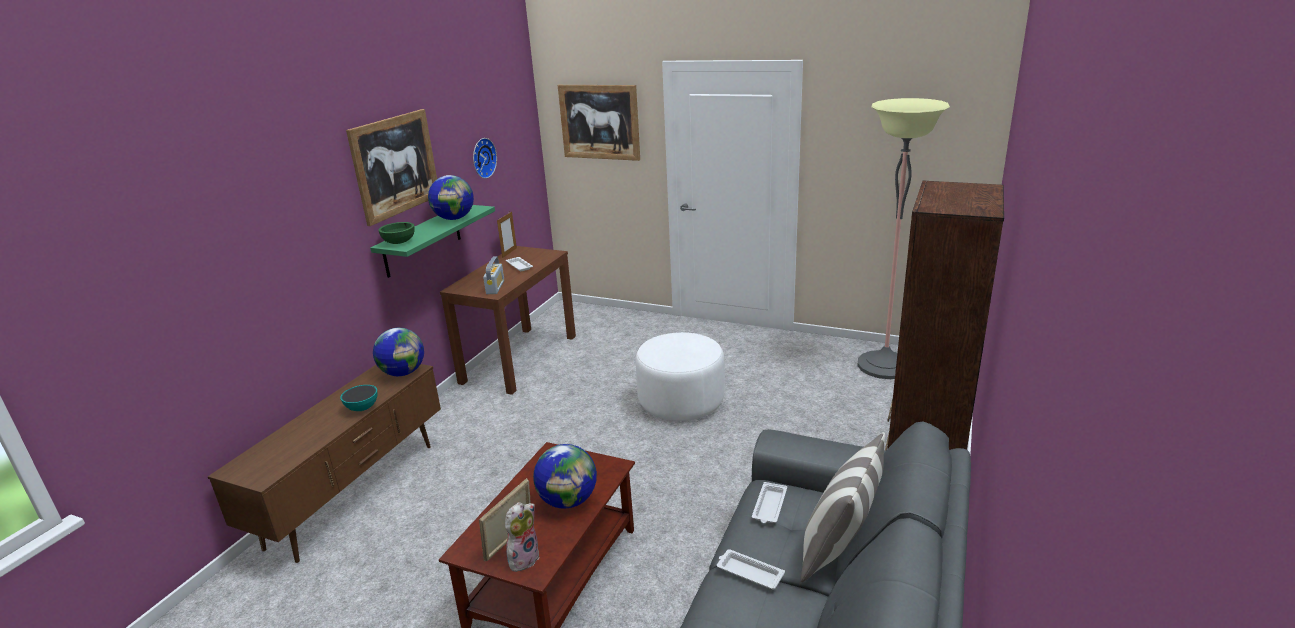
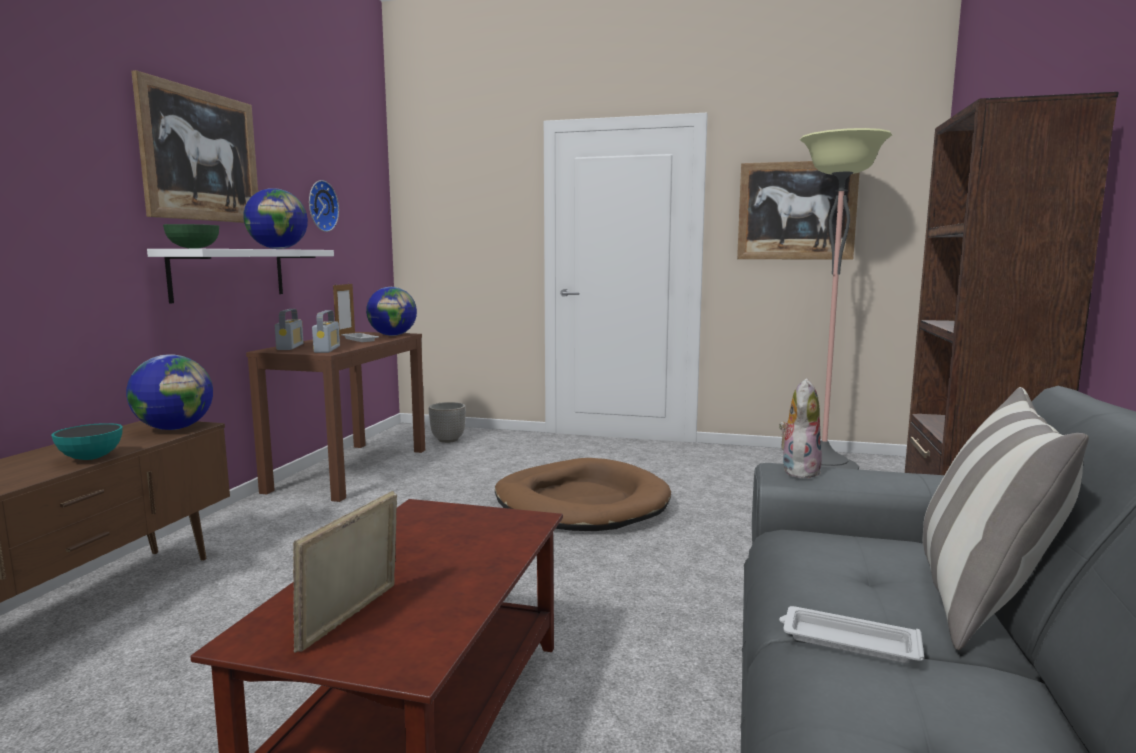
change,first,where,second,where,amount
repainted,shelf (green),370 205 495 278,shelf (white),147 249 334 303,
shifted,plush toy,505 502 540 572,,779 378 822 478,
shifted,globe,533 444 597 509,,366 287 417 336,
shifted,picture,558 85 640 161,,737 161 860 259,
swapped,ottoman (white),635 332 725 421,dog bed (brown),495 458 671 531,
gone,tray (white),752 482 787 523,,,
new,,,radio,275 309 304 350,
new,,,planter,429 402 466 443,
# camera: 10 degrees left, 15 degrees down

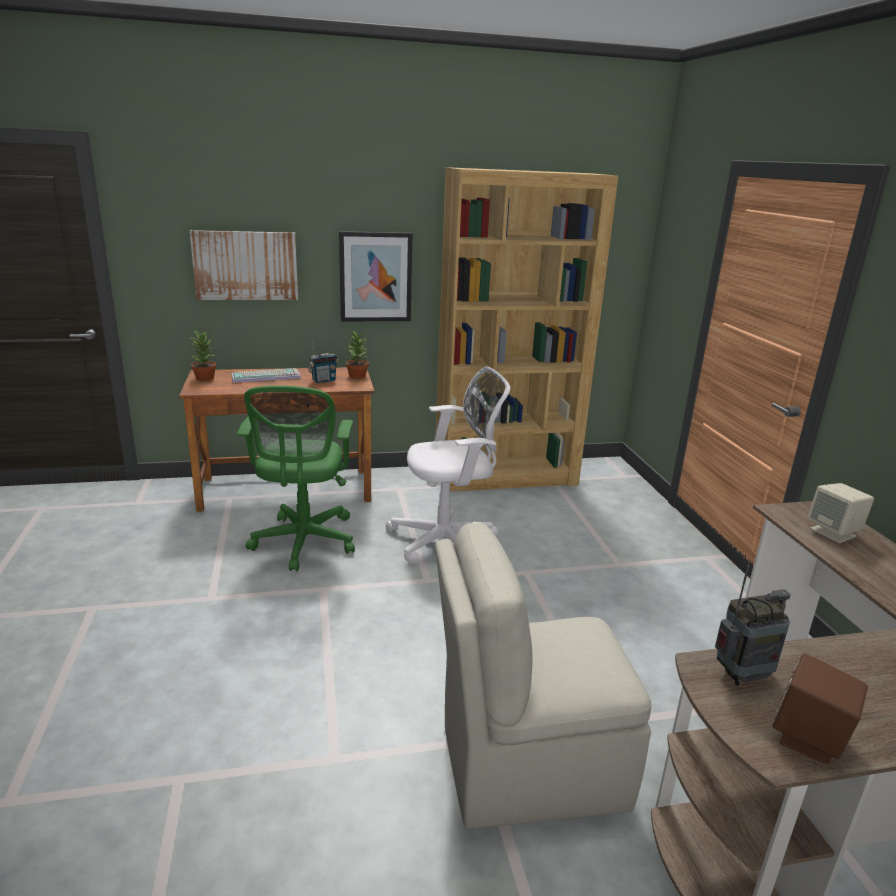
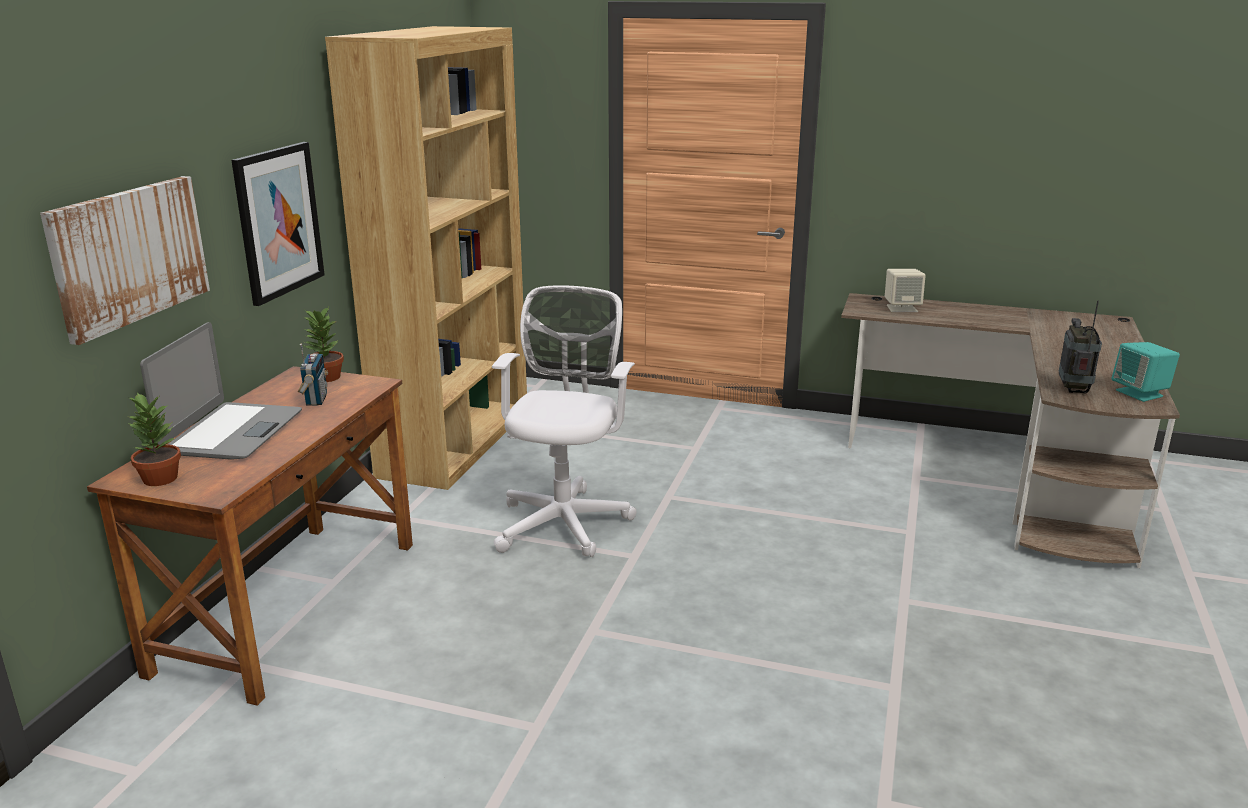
change,first,where,second,where,amount
swapped,keyboard,231 368 301 383,laptop,140 322 302 460,
gone,office chair (green),237 385 355 571,,,
gone,chair (beige),435 522 652 829,,,
repainted,speaker (brown),773 654 868 764,speaker (turquoise),1112 342 1180 402,
# camera: 60 degrees left, 0 degrees up

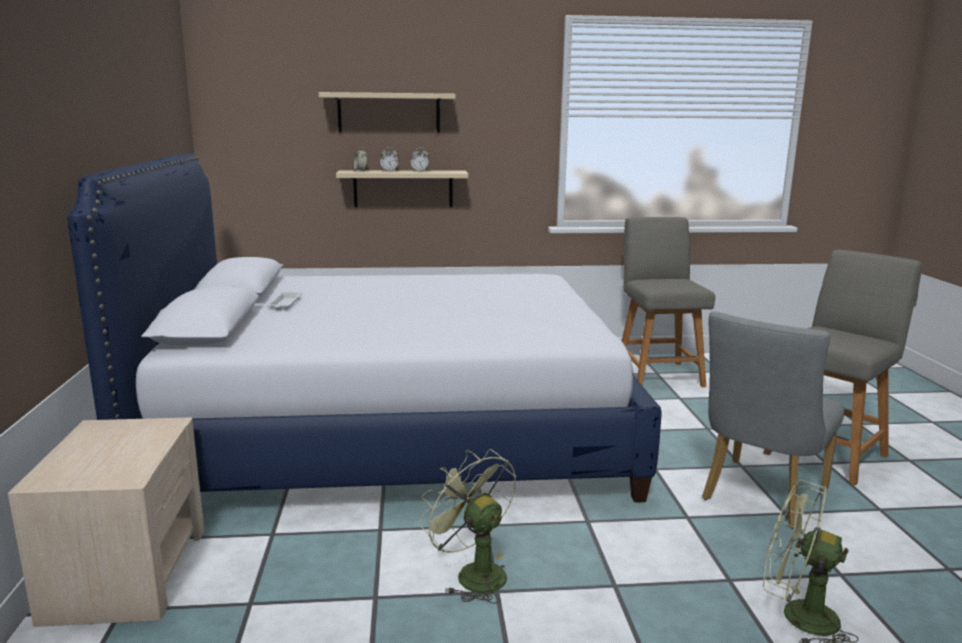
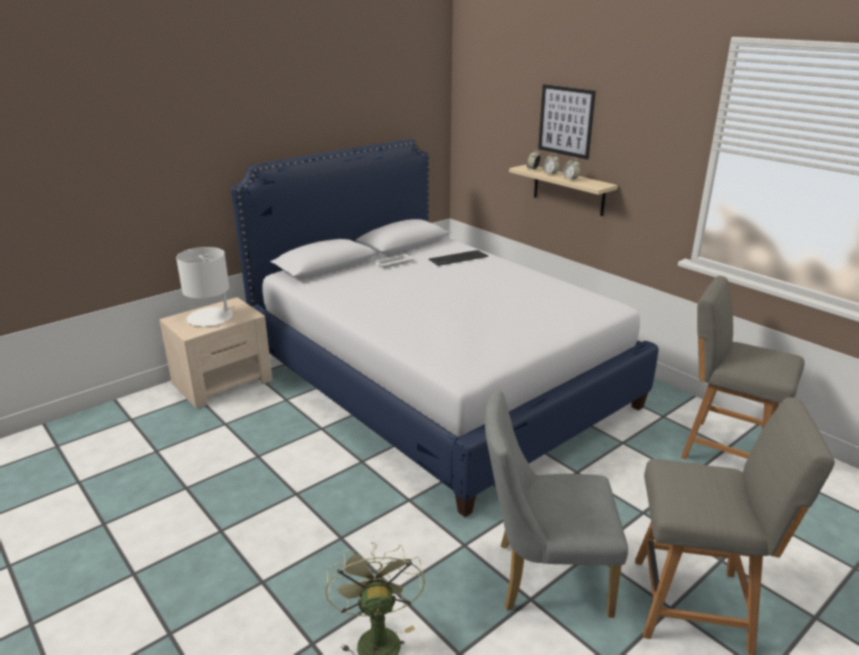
change,first,where,second,where,amount
swapped,shelf (beige),319 92 456 133,picture,538 84 596 160,
gone,fan (green),419 449 516 604,,,
rotated,chair (grey),622 217 715 387,,681 276 804 460,105 degrees counterclockwise
new,,,table lamp (white),176 247 235 327,
new,,,keyboard,428 250 488 266,
# camera: 55 degrees right, 10 degrees up

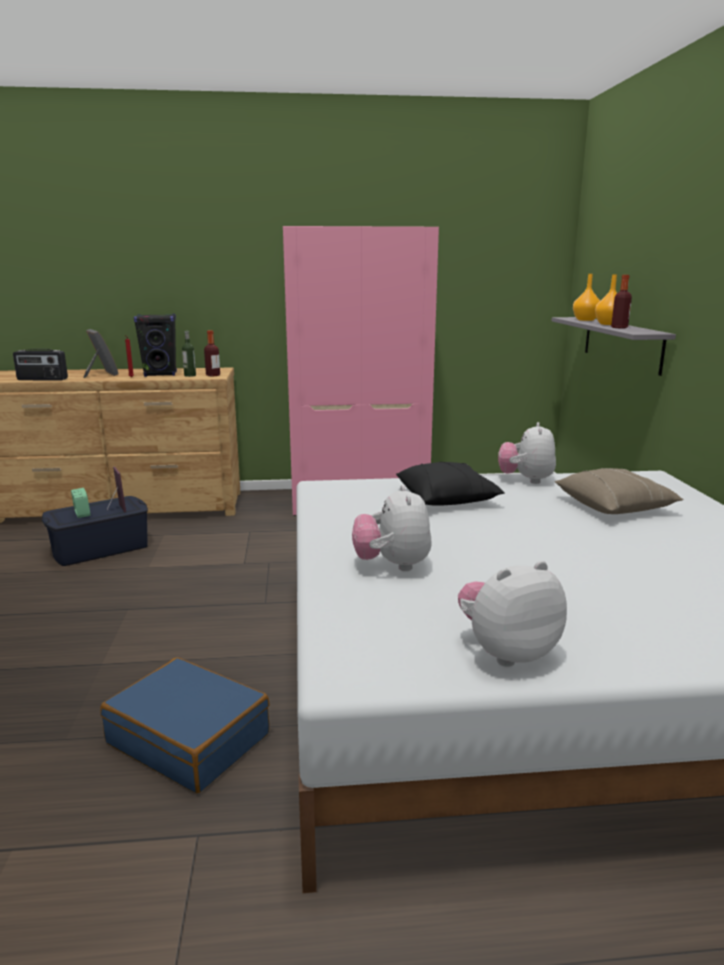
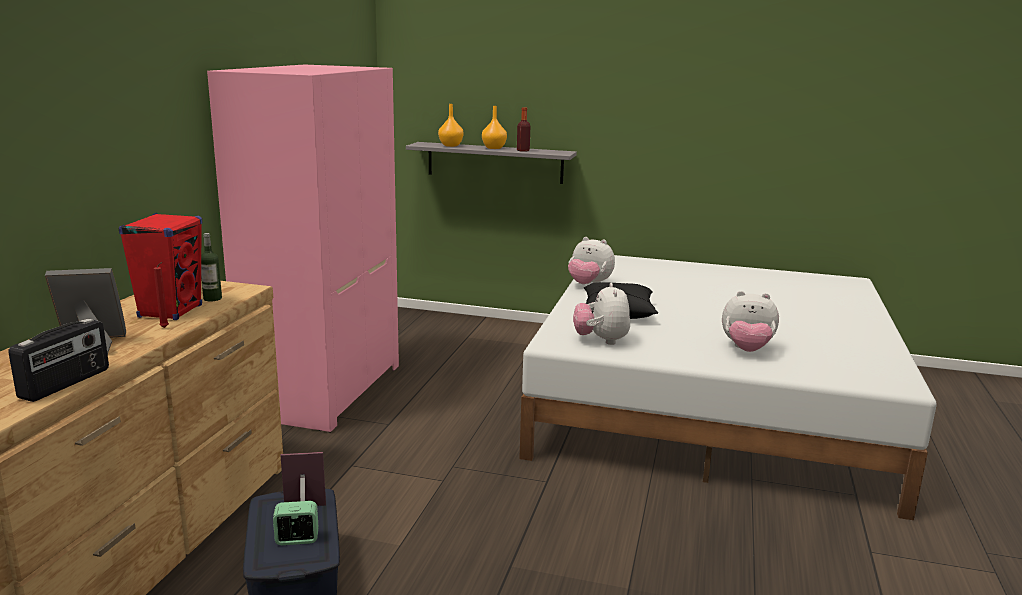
change,first,where,second,where,amount
gone,suitcase (blue),100 657 270 793,,,
repainted,speaker (black),134 314 177 377,speaker (red),119 213 202 320,
gone,bottle,204 330 220 376,,,
shifted,plush toy,458 561 567 667,,573 283 630 345,
gone,pillow (beige),555 468 684 514,,,
# camera: 70 degrees left, 0 degrees up

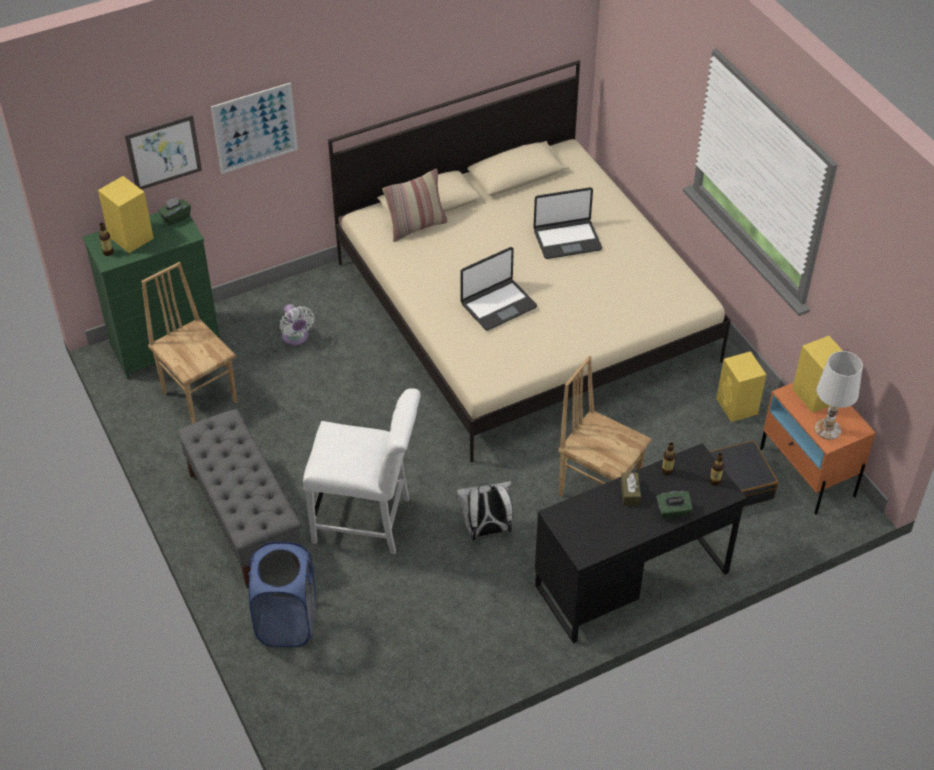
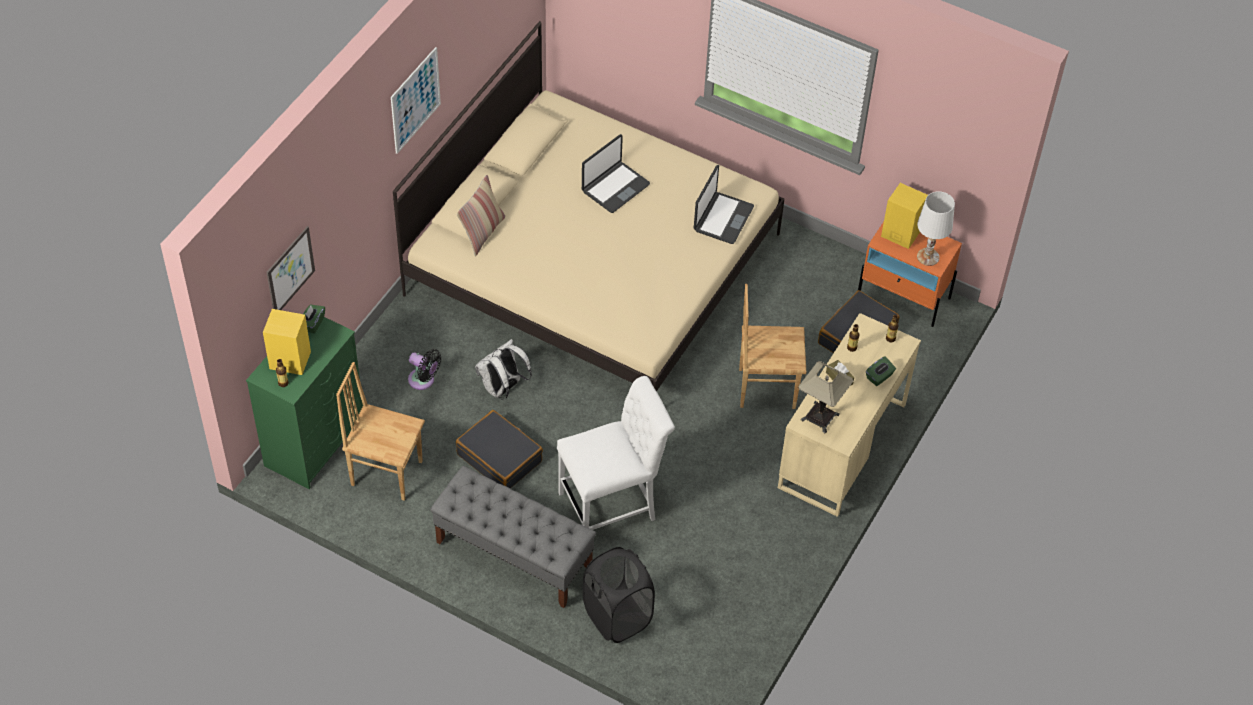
change,first,where,second,where,amount
shifted,picture,211 82 298 174,,391 47 441 154,
repainted,laundry basket (blue),249 542 316 647,laundry basket (black),583 547 655 643,
repainted,fan (white),280 304 314 346,fan (black),408 349 441 390,
shifted,backpack (white),456 481 513 540,,475 339 532 400,
shifted,laptop,460 247 537 331,,694 165 754 244,
repainted,desk (black),535 443 747 643,desk (beige),778 313 921 517,
gone,speaker (yellow),717 351 766 422,,,
new,,,suitcase (black),456 410 543 489,
new,,,table lamp,798 361 854 434,
# camera: 35 degrees left, 5 degrees up

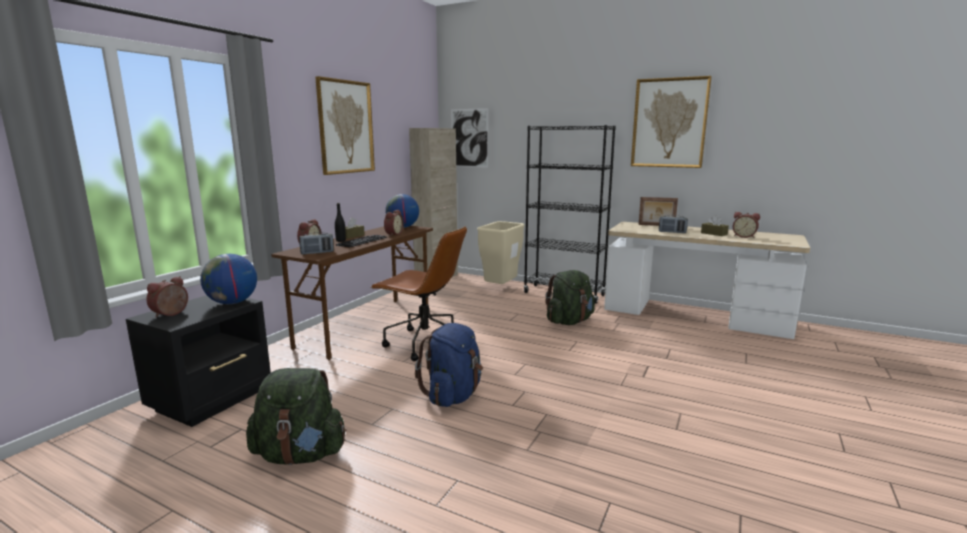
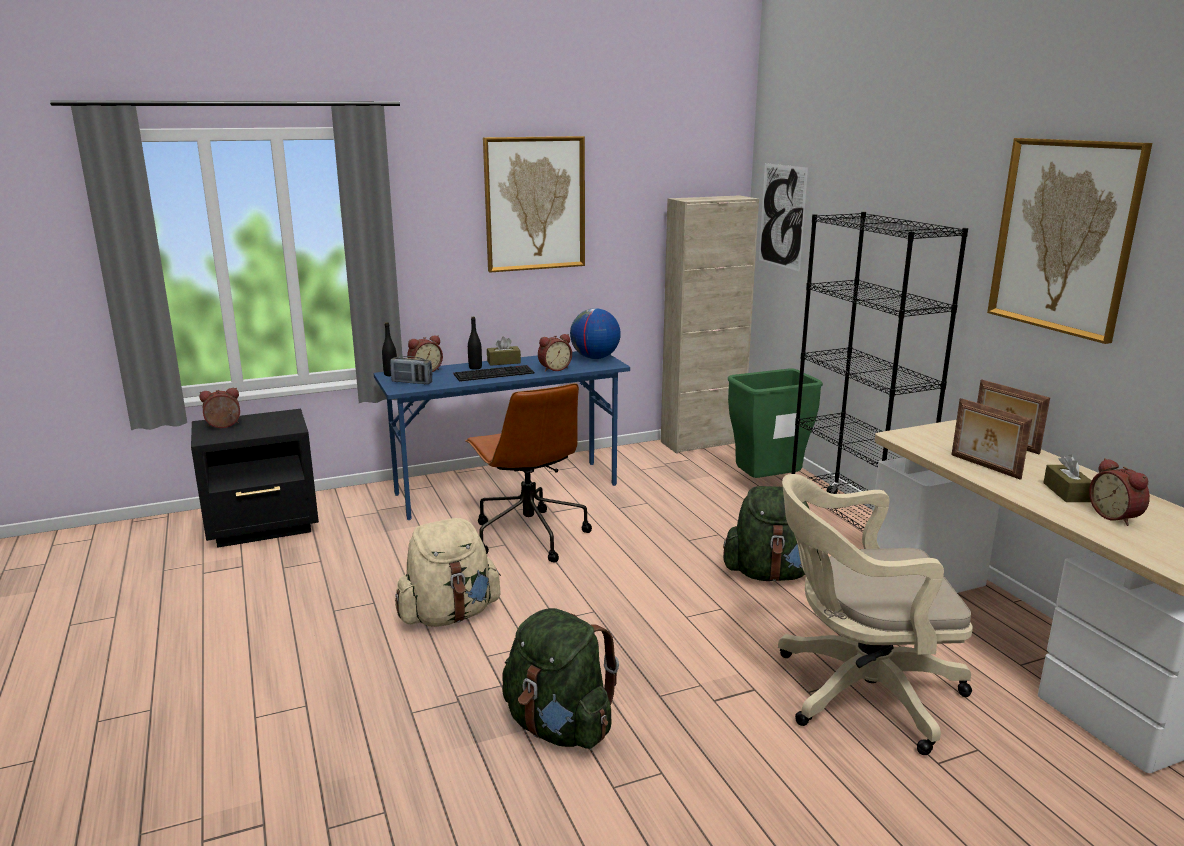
change,first,where,second,where,amount
gone,globe,200 254 257 304,,,
shifted,backpack (green),246 368 346 465,,502 608 619 749,
repainted,desk (brown),271 226 433 360,desk (blue),374 351 630 520,
repainted,backpack (blue),415 323 483 407,backpack (beige),395 518 501 627,
repainted,trash can (beige),477 221 525 284,trash can (green),728 369 823 478,
swapped,radio,659 215 688 233,picture frame,952 398 1032 480,
new,,,bottle (black),382 322 397 376,
new,,,office chair (beige),778 474 973 755,
# camera: 40 degrees right, 5 degrees up

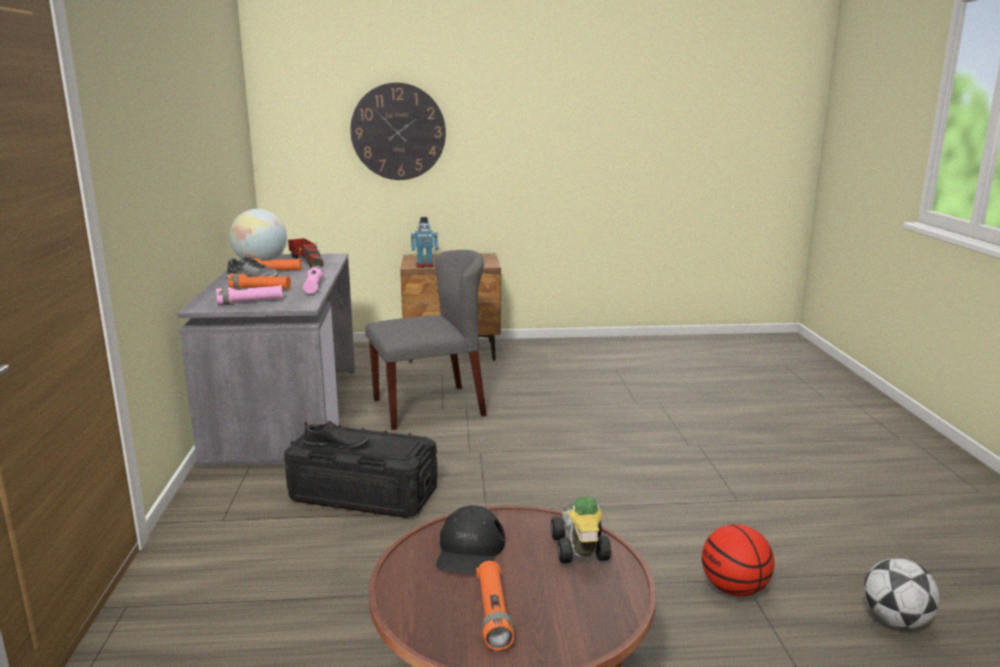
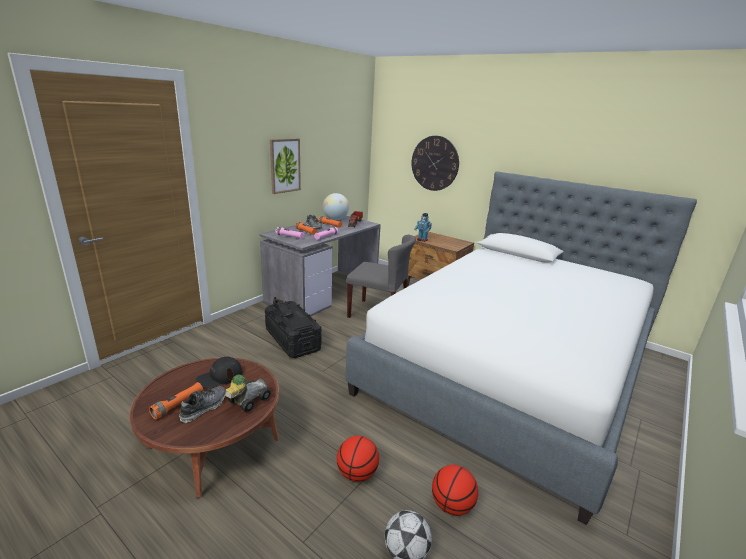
change,first,where,second,where,amount
new,,,shoe,179 386 226 423,
new,,,picture,270 138 301 194,
new,,,bed,345 171 697 525,
new,,,basketball,432 465 478 516,
# camera: 40 degrees right, 5 degrees up

